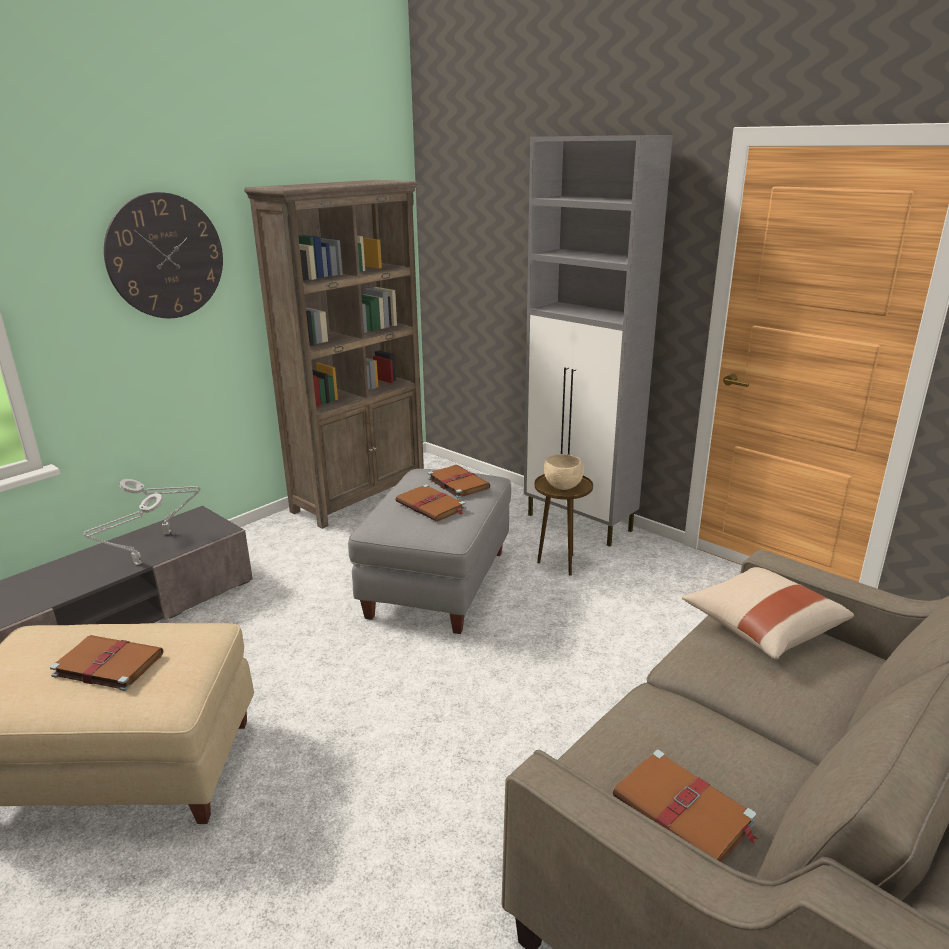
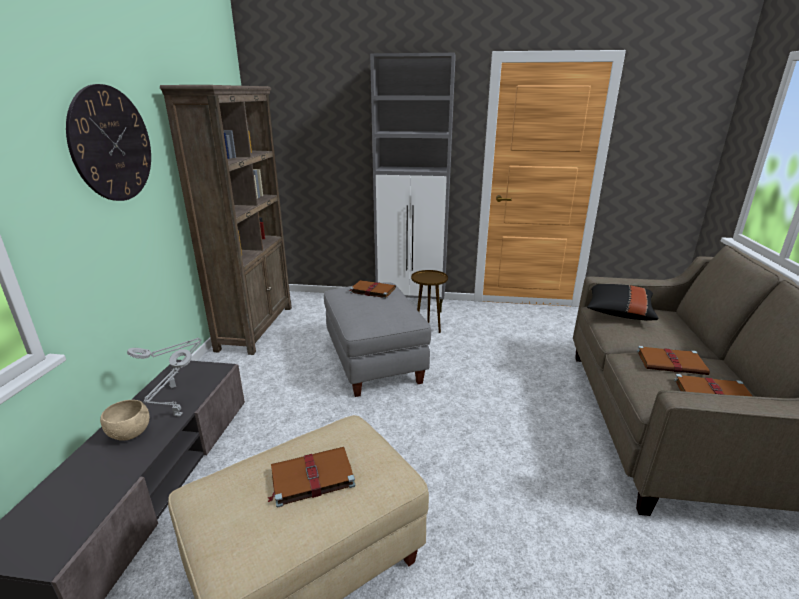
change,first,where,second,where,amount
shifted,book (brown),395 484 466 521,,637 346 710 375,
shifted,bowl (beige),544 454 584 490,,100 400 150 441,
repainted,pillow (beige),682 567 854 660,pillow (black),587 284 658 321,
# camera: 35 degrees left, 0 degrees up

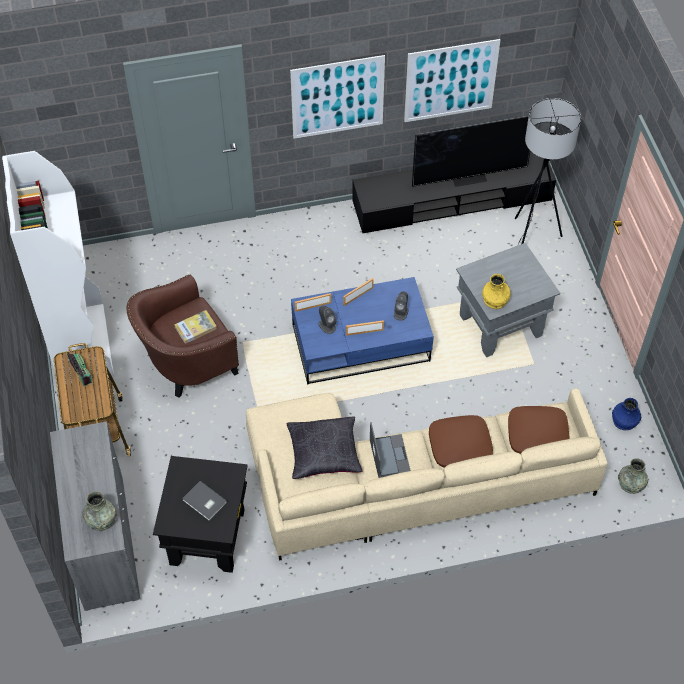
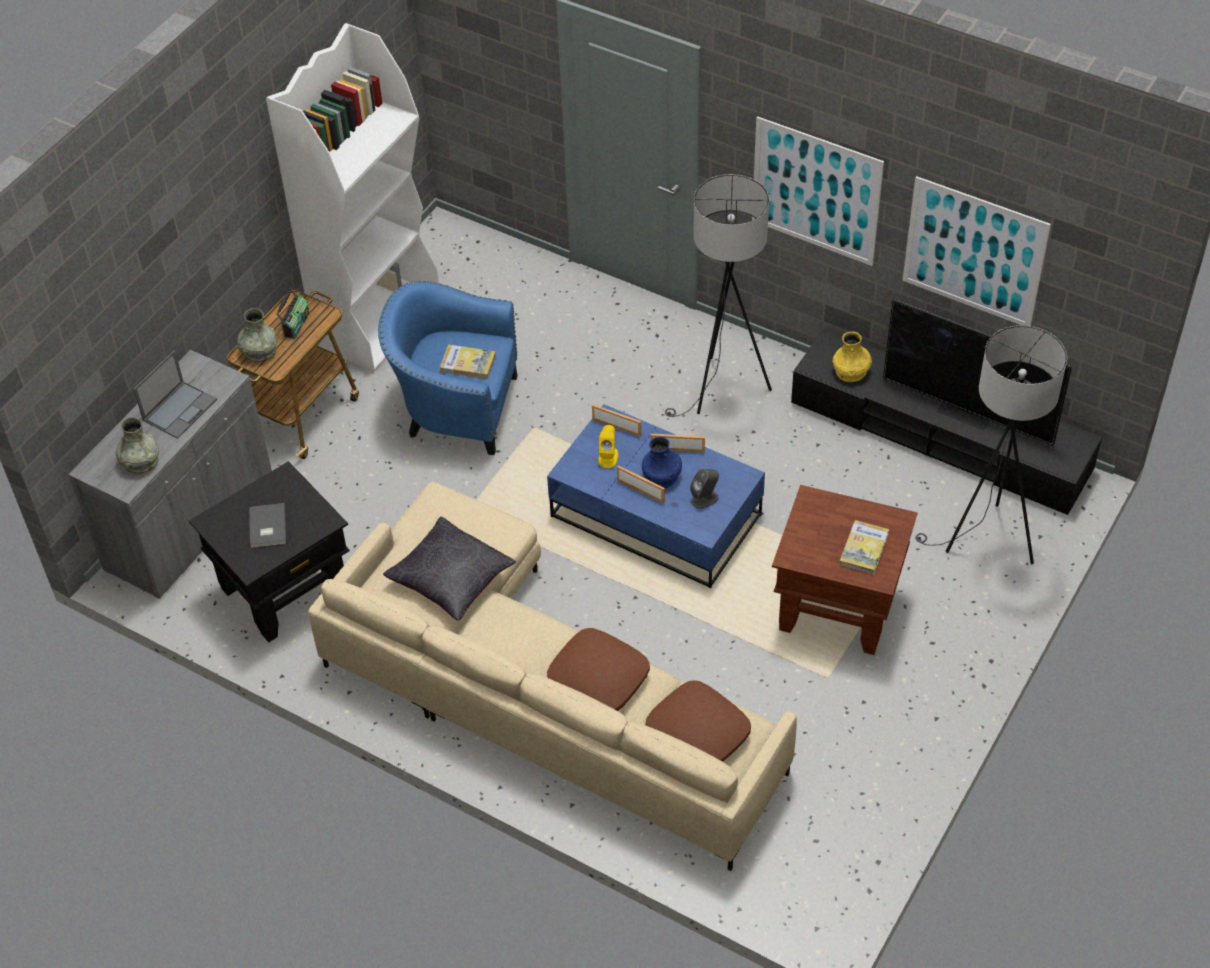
change,first,where,second,where,amount
repainted,armchair (brown),127 274 239 398,armchair (blue),378 281 518 455,
repainted,speaker (grey),319 306 336 334,speaker (yellow),599 425 618 468,
shifted,laptop,370 422 411 478,,133 351 217 439,
repainted,side table (grey),456 243 560 357,side table (brown),772 485 918 655,
shifted,vase (yellow),482 274 511 309,,832 331 872 382,
shifted,vase (blue),612 398 641 430,,642 436 682 488,
shifted,vase (grey),618 458 648 494,,237 308 277 362,
new,,,floor lamp (grey),665 174 772 417,
new,,,book,839 520 889 575,
# camera: 45 degrees right, 5 degrees down

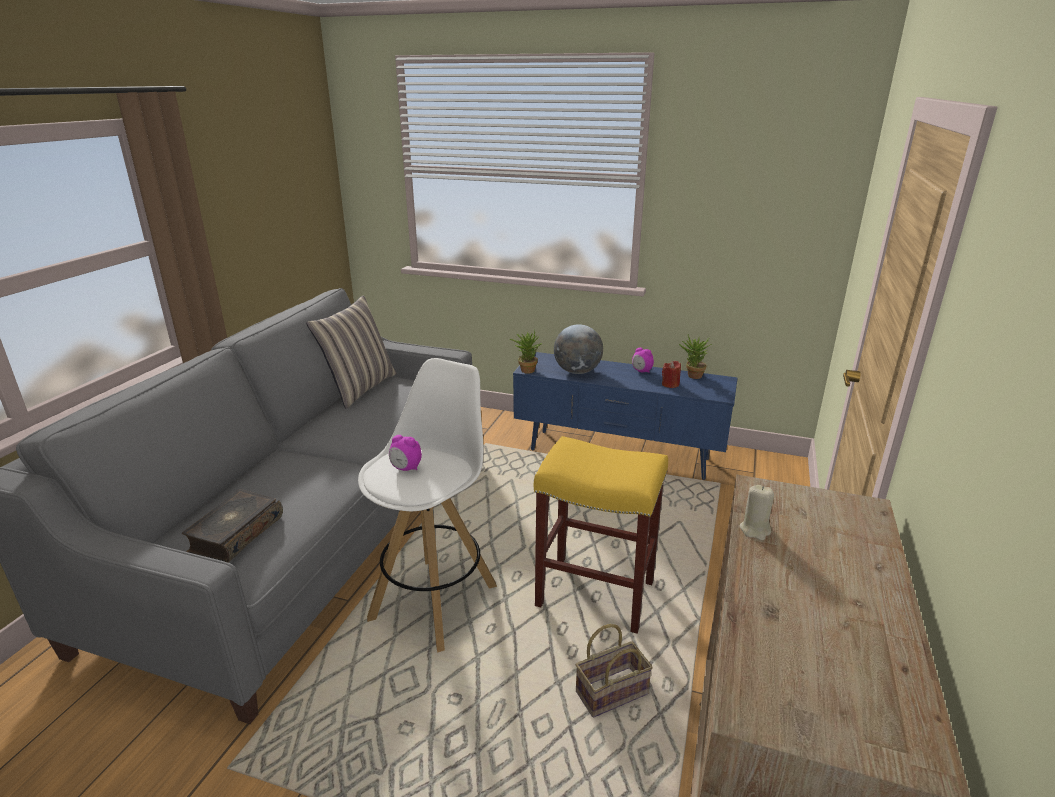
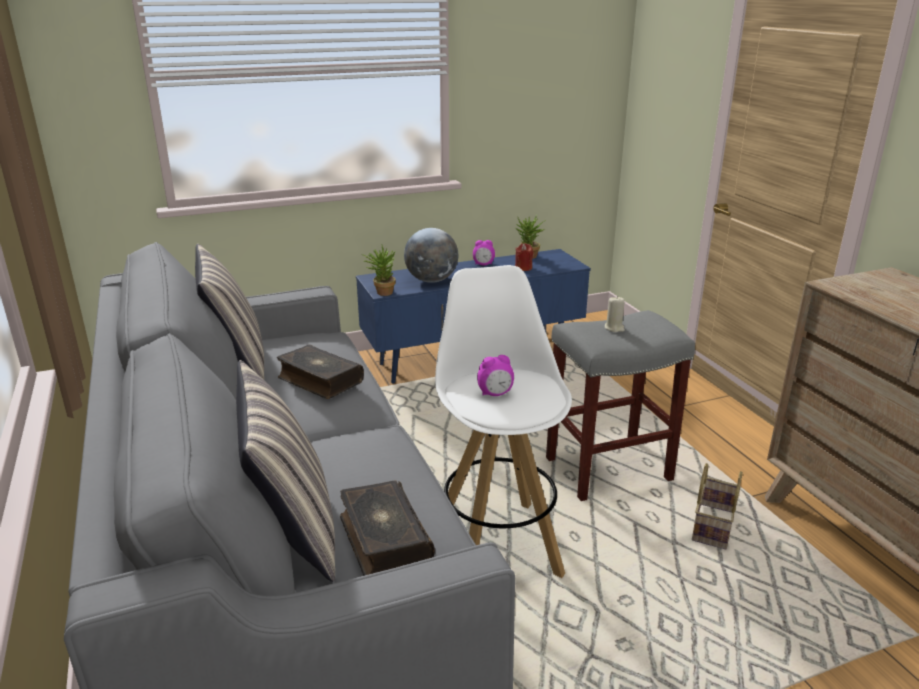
change,first,where,second,where,amount
repainted,stool (yellow),534 436 668 634,stool (grey),546 310 695 501,
shifted,candle (beige),740 485 774 540,,605 296 625 332,
new,,,pillow,236 360 335 582,
new,,,book,277 344 364 399,
# camera: 40 degrees left, 0 degrees up

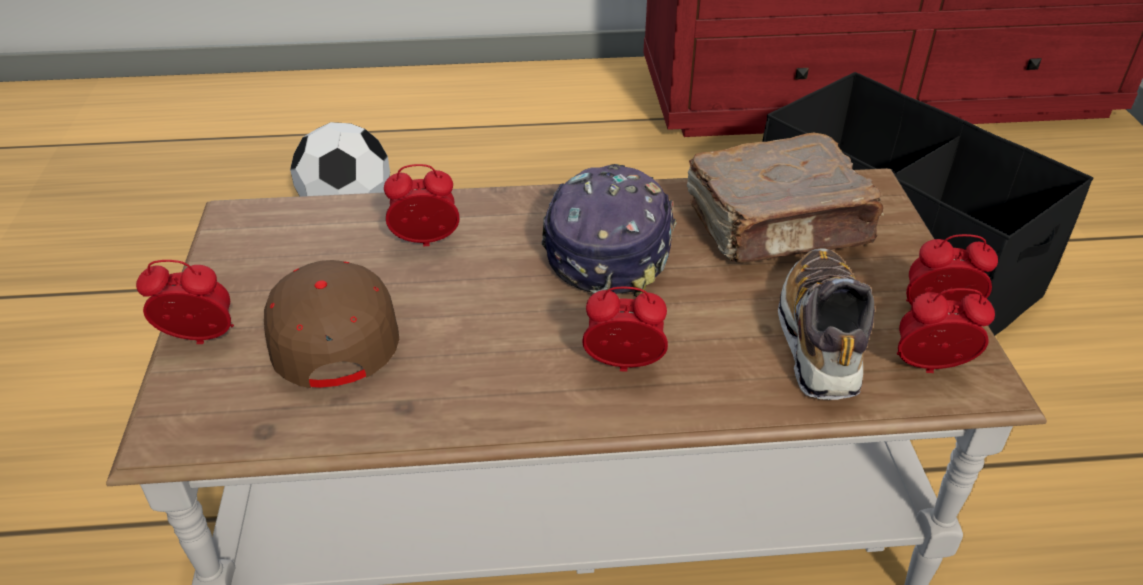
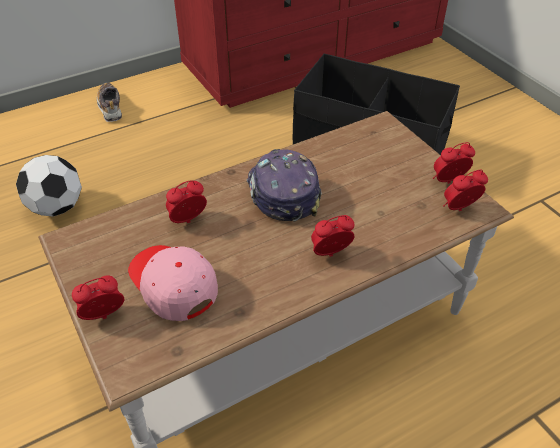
change,first,where,second,where,amount
repainted,cap (brown),264 260 399 388,cap (pink),128 245 218 321,
gone,book (brown),687 133 884 263,,,
shifted,shoe,778 248 875 400,,97 83 122 122,
# camera: 25 degrees left, 5 degrees up

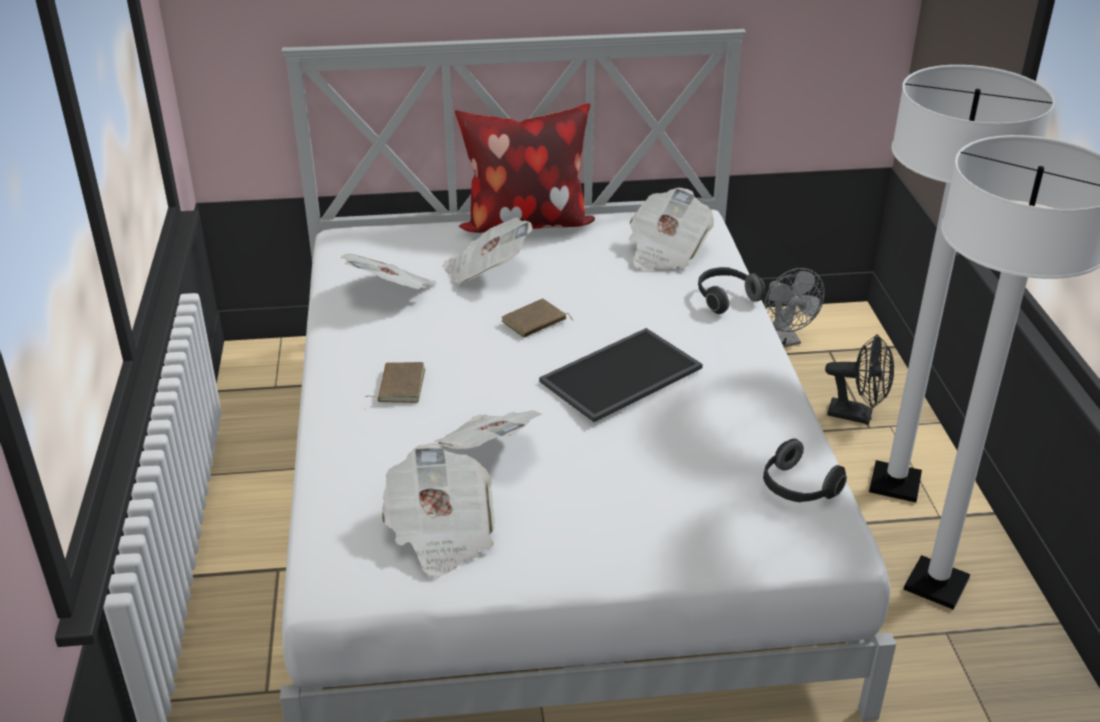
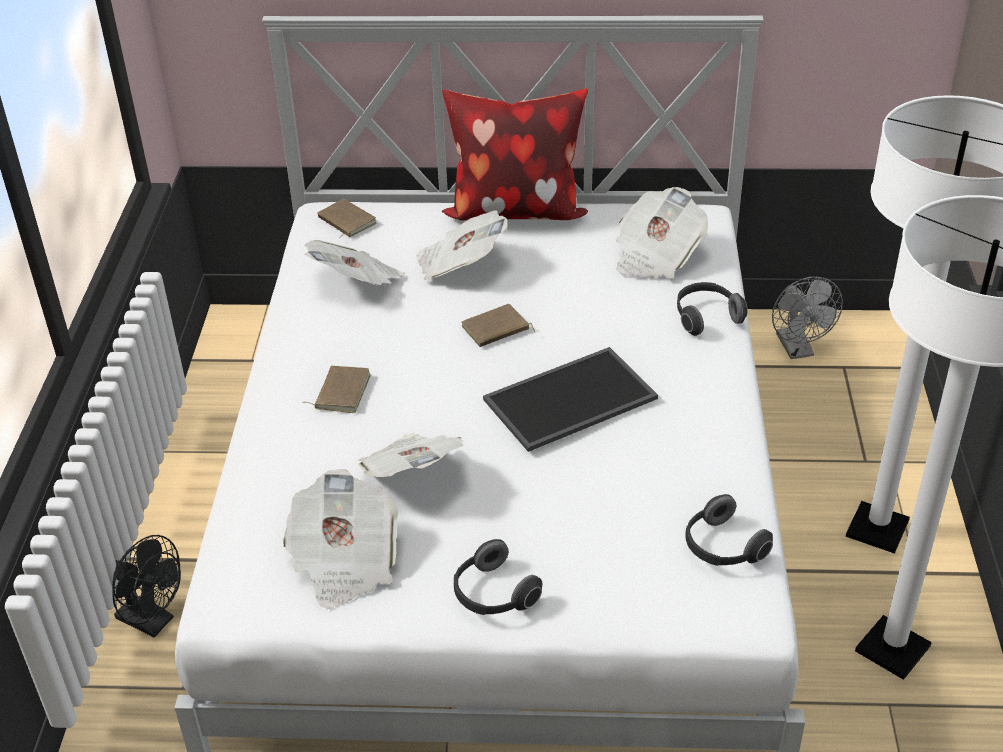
change,first,where,second,where,amount
shifted,fan (black),825 335 894 425,,112 535 181 637,
new,,,book (brown),317 199 377 238,
new,,,headphones,454 539 542 615,
# camera: 10 degrees right, 5 degrees up

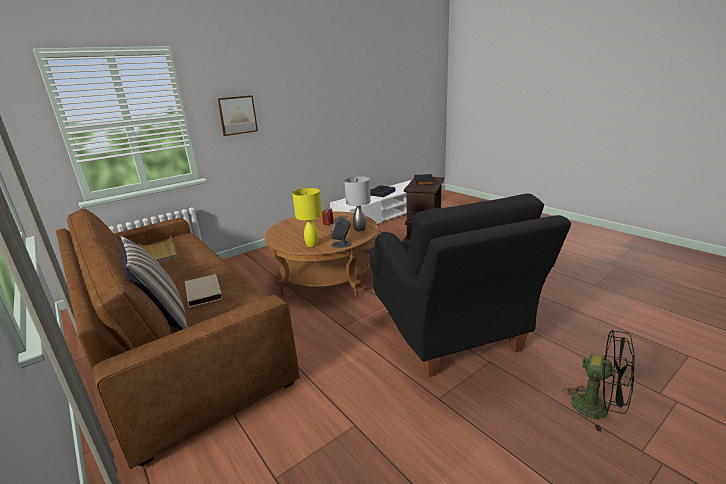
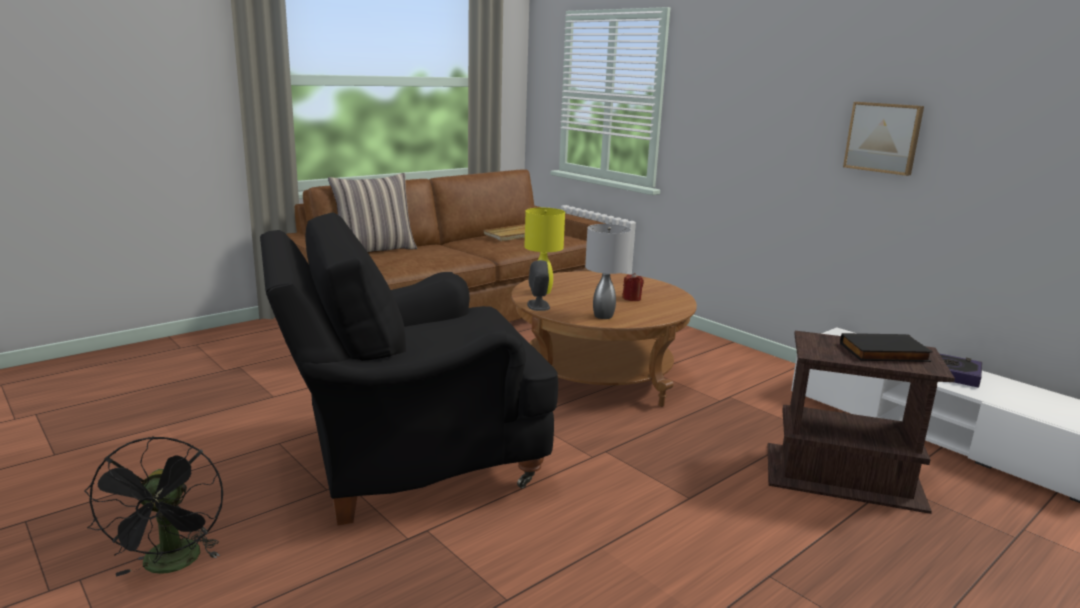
change,first,where,second,where,amount
gone,book (beige),185 274 222 308,,,
shifted,picture,217 95 258 136,,843 102 924 176,
rotated,fan (black),562 330 635 432,,84 436 223 577,45 degrees counterclockwise
# camera: 85 degrees right, 5 degrees down

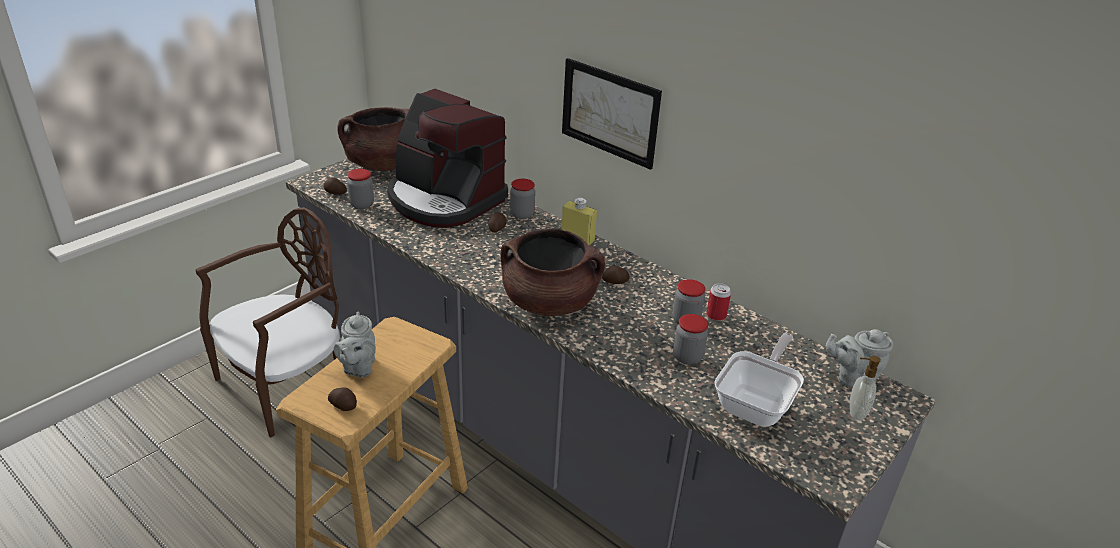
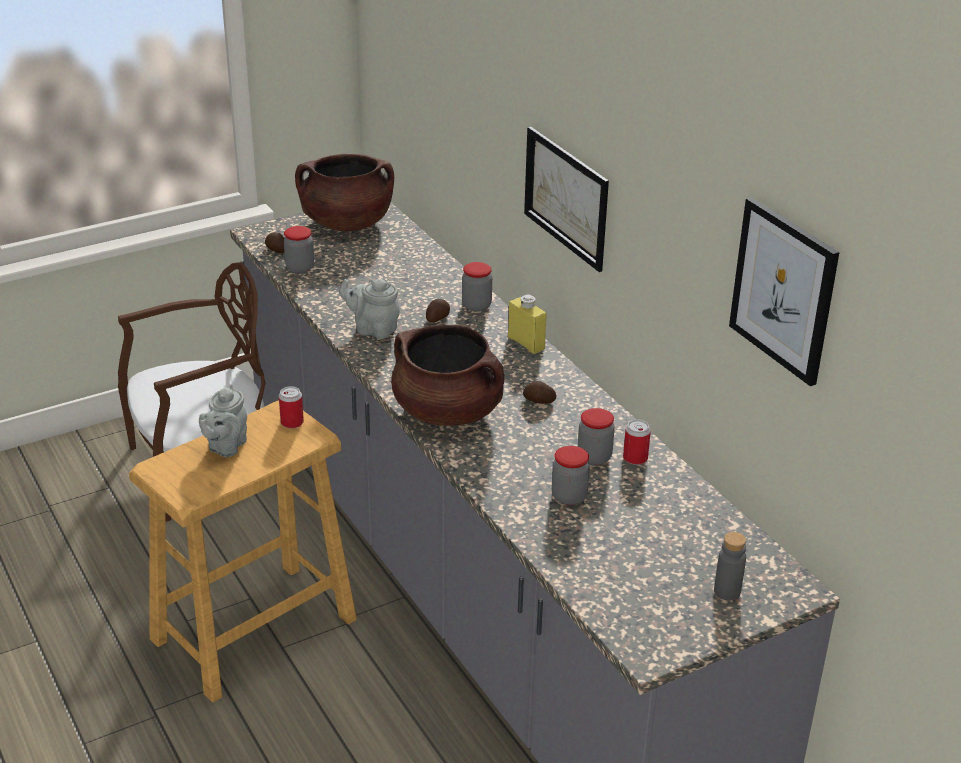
change,first,where,second,where,amount
gone,potato,328 388 357 411,,,
gone,coffee machine,387 89 508 228,,,
gone,frying pan,714 333 804 427,,,
shifted,teapot (grey),826 329 893 387,,339 279 400 339,
swapped,soap dispenser,850 356 881 421,bottle (grey),714 532 746 600,
new,,,can,279 386 304 428,
new,,,picture,729 197 839 386,
# camera: 20 degrees right, 0 degrees up

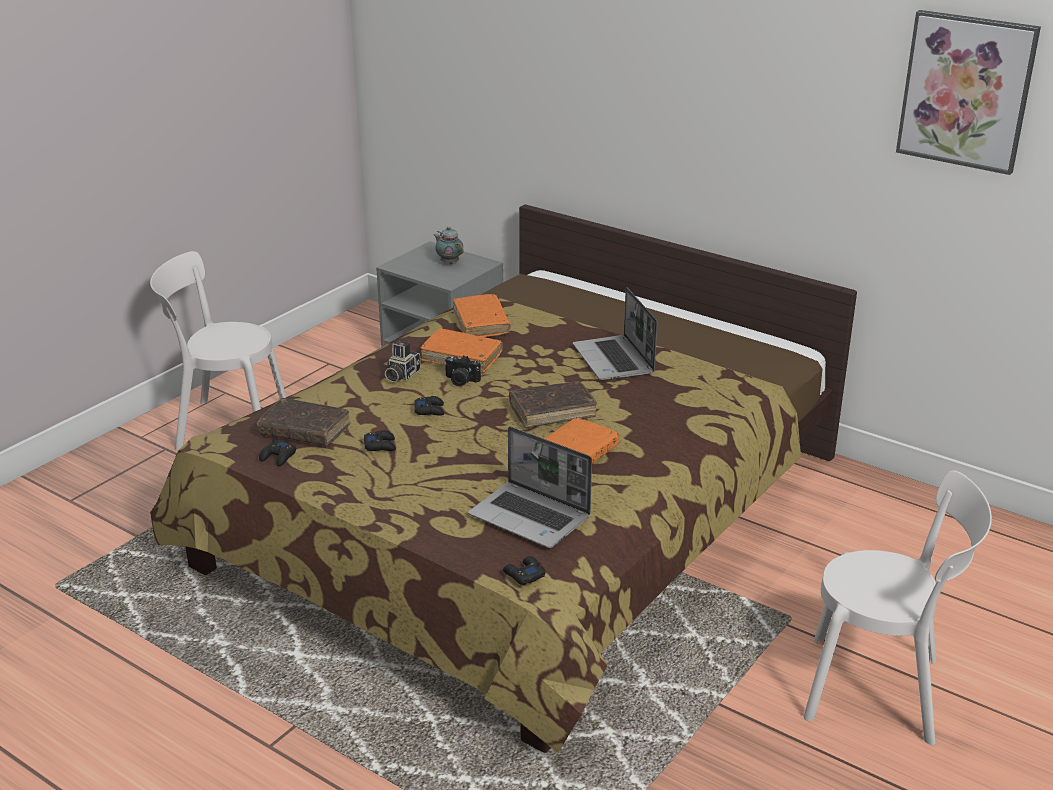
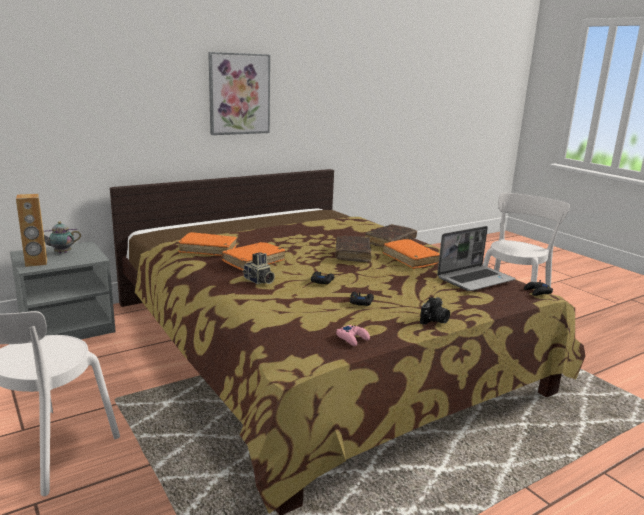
change,first,where,second,where,amount
shifted,book (brown),257 398 351 446,,365 224 417 247,
repainted,game controller (black),259 439 296 466,game controller (pink),336 325 370 346,
shifted,photo camera,444 355 481 387,,420 297 450 325,
gone,laptop,573 287 657 380,,,
shifted,picture,896 10 1041 175,,208 52 270 135,
new,,,speaker (brown),16 194 47 267,
# camera: 70 degrees left, 10 degrees down

